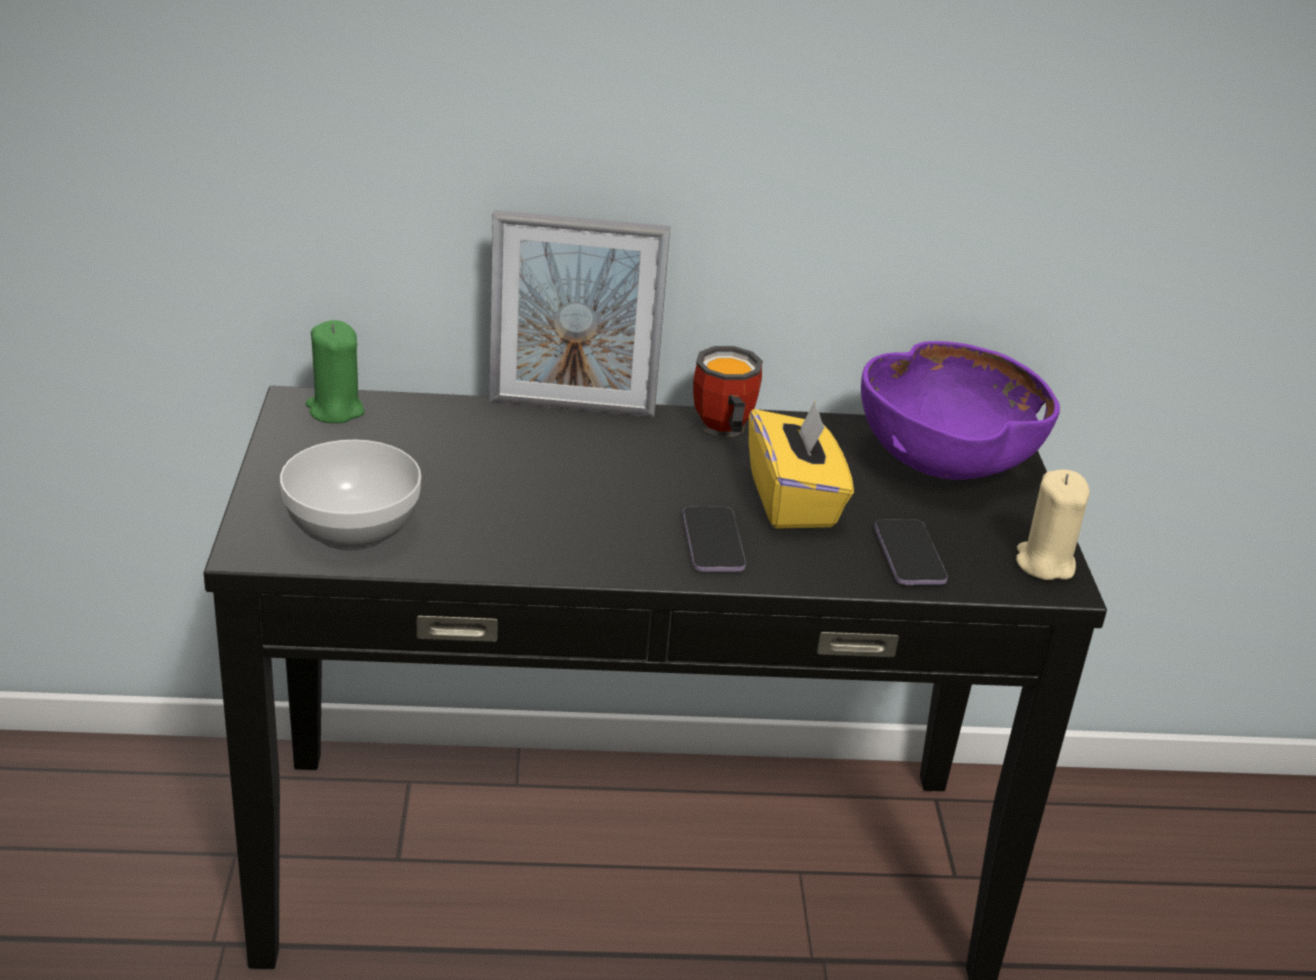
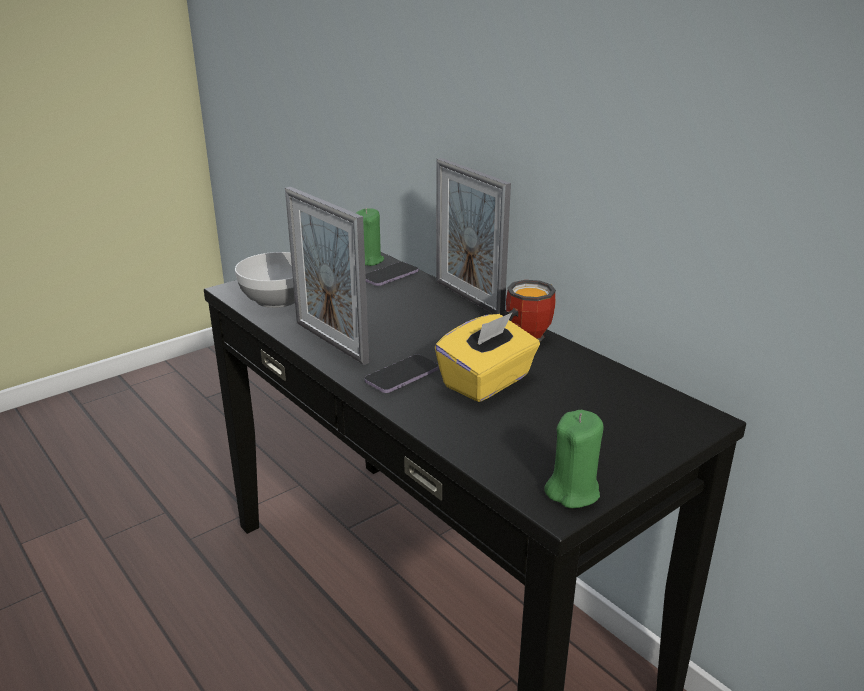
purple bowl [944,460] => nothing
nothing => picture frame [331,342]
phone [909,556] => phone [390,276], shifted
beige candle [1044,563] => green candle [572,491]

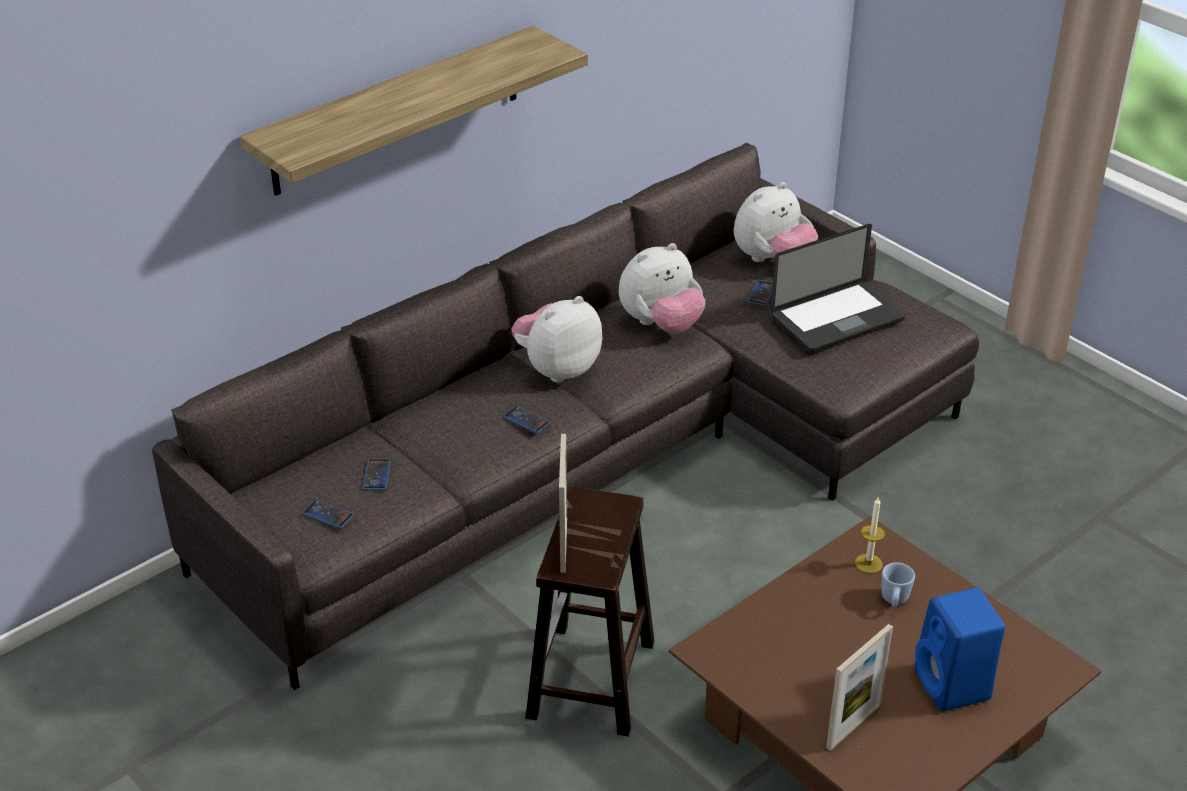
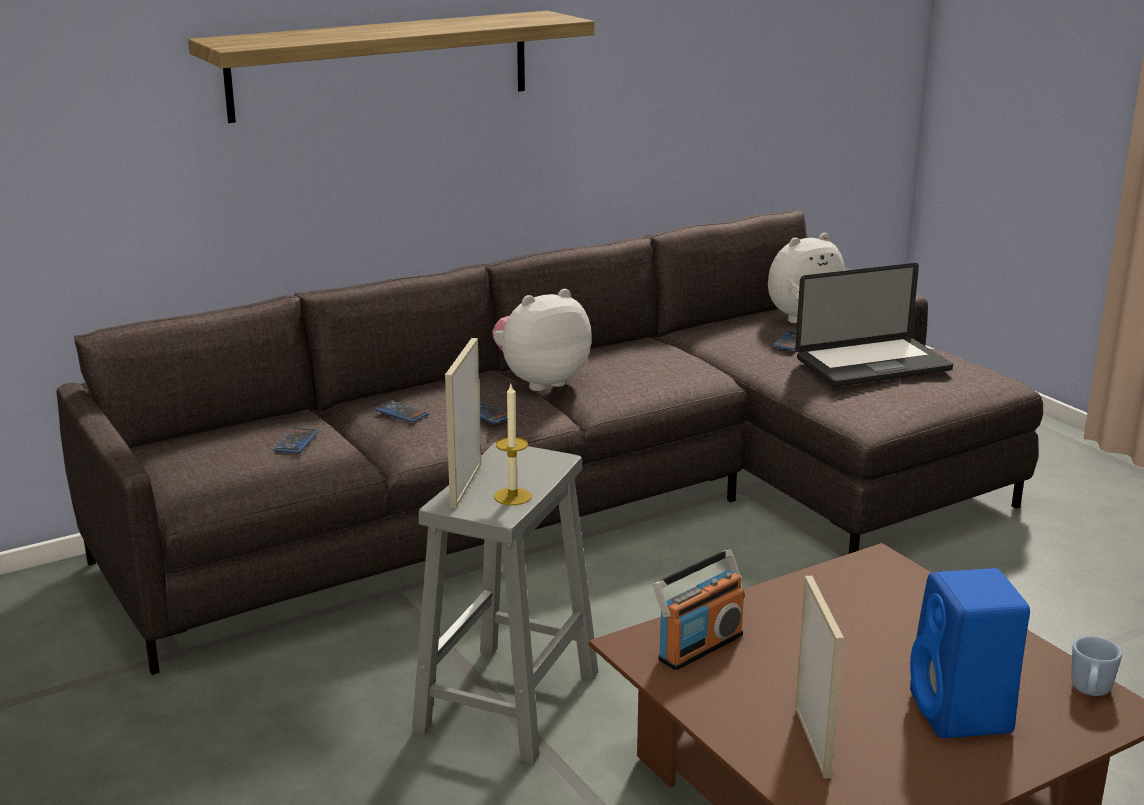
plush toy [661,324] => nothing
nothing => radio [699,647]
phone [328,515] => phone [401,412], shifted
candle [868,563] => candle [512,496], shifted
blue mug [894,601] => blue mug [1090,692], shifted
brown stool [591,681] => grey stool [507,703]
picture frame [853,726] => picture frame [812,742], 60 degrees counterclockwise

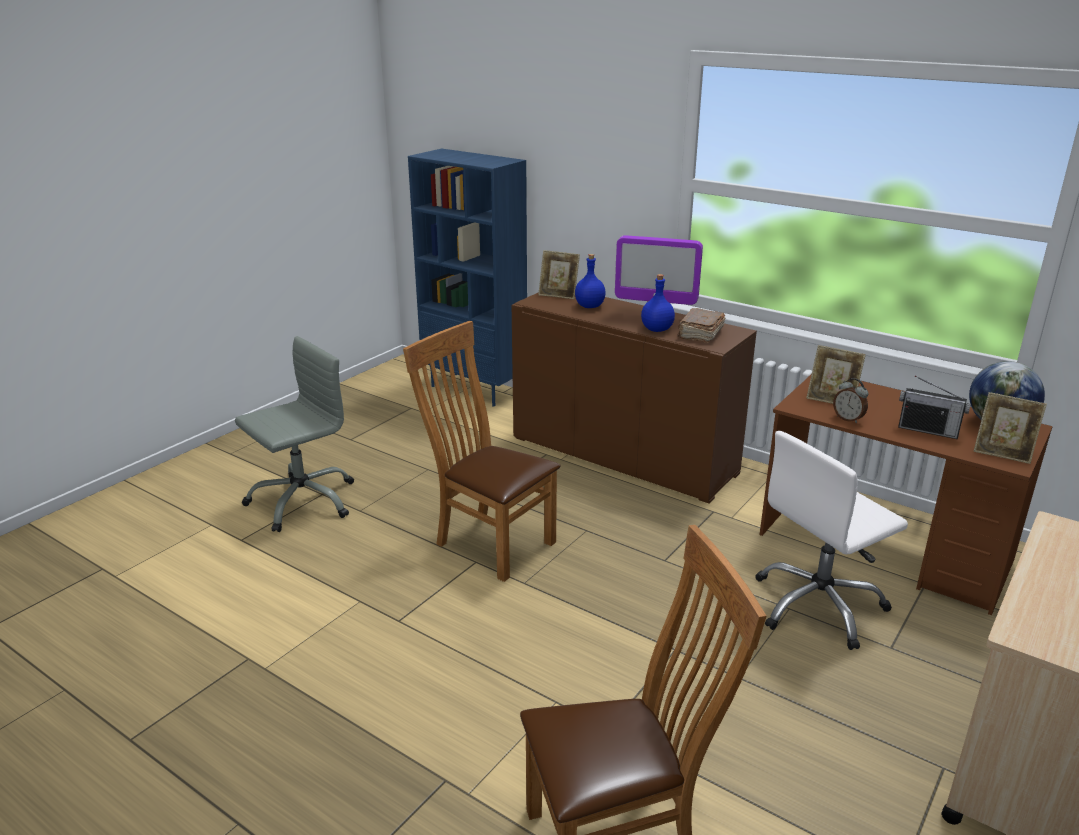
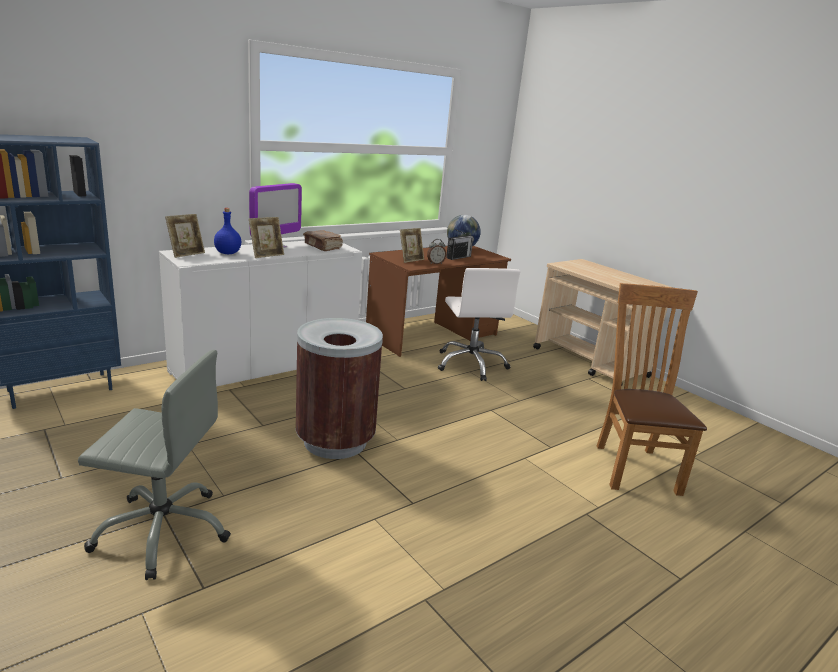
blue bottle [656,329] => nothing
picture frame [1002,454] => picture frame [266,255], shifted
brown chair [489,542] => brown trash can [335,441]
brown cabinet [622,455] => white cabinet [266,365]
grey office chair [302,501] => grey office chair [163,530], 120 degrees clockwise

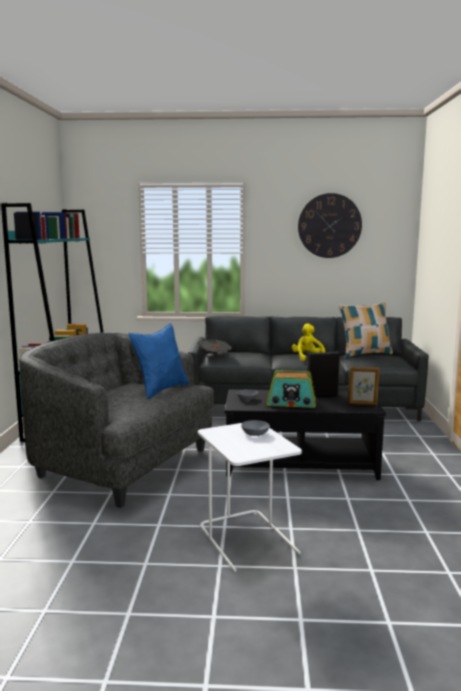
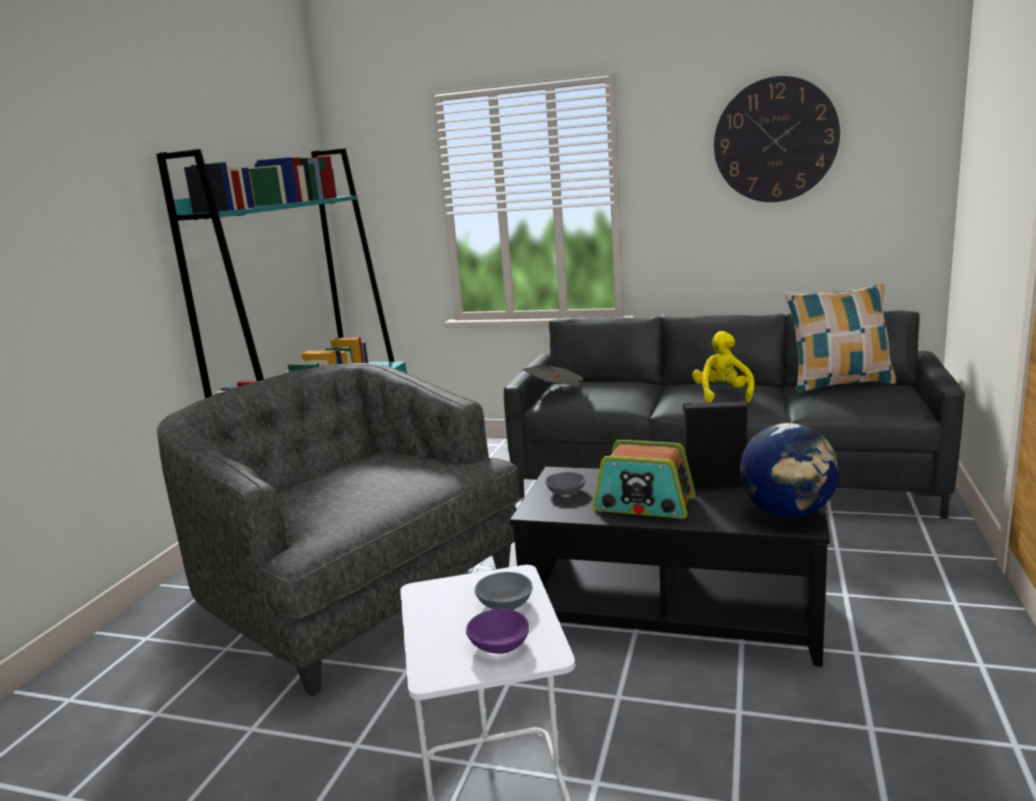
blue pillow [161,390] => nothing
nothing => purple bowl [501,644]
picture frame [362,404] => globe [788,512]

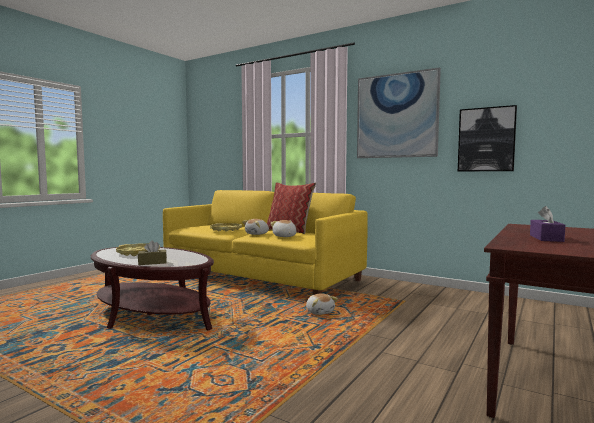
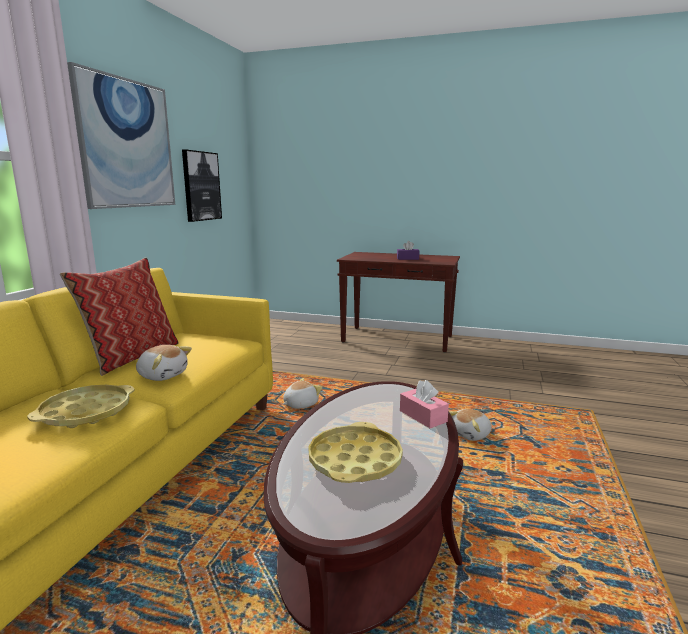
plush toy [284,236] => plush toy [471,434], shifted
brown tissue box [152,262] => pink tissue box [423,416]

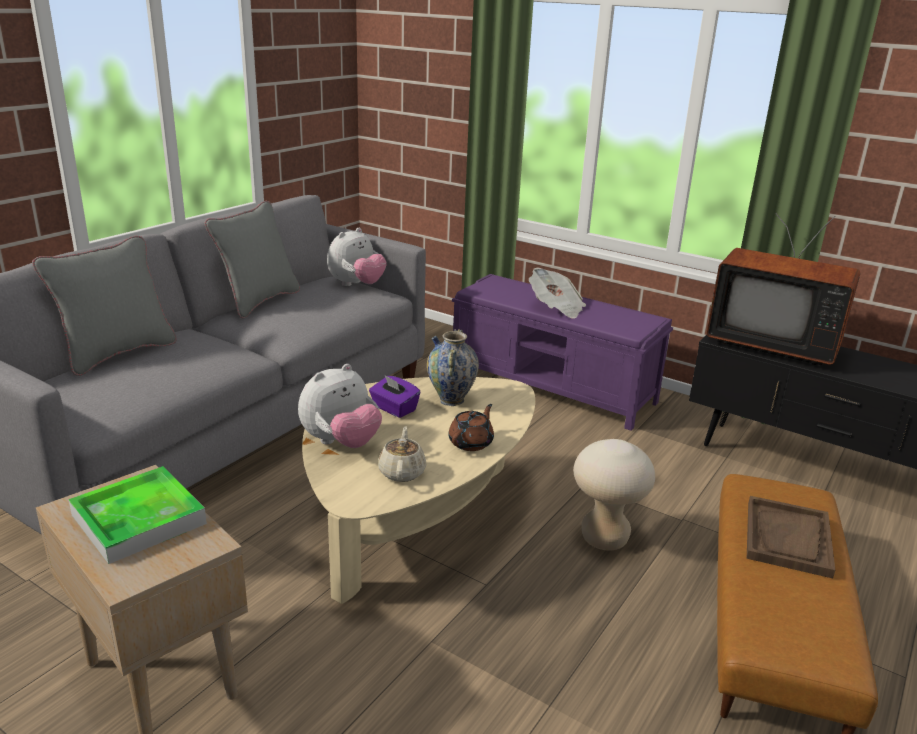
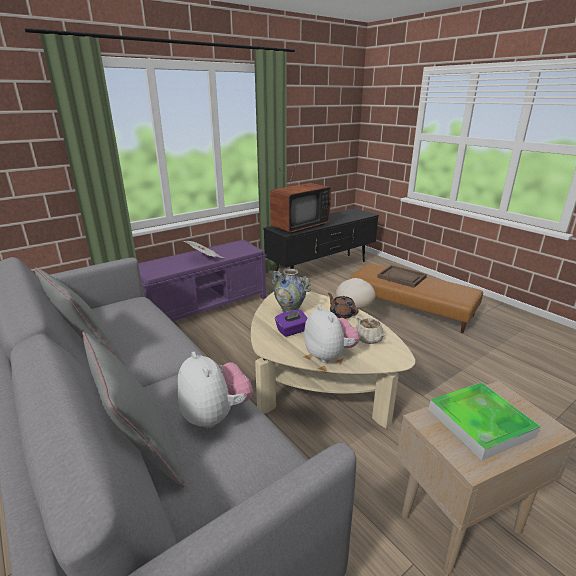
plush toy [356,285] => plush toy [215,415], shifted
beige teapot [402,472] => beige teapot [368,339], 135 degrees counterclockwise

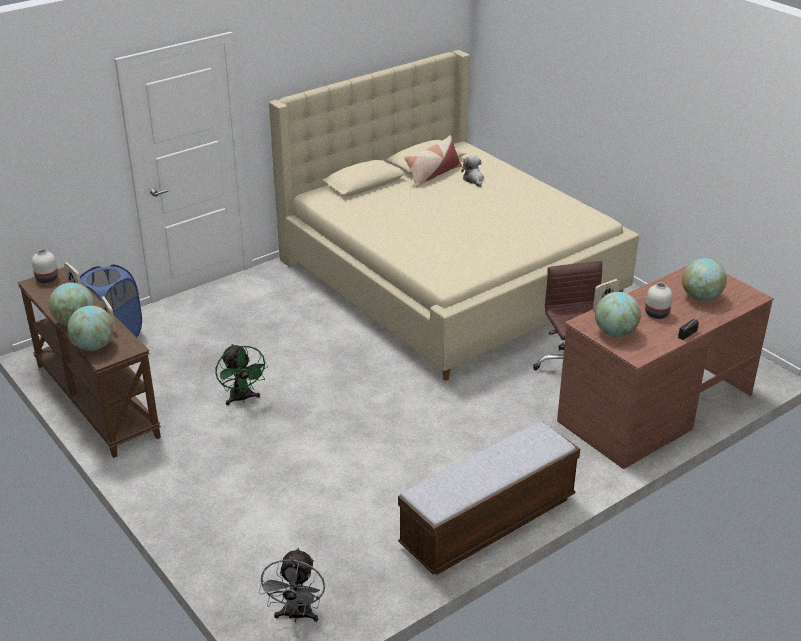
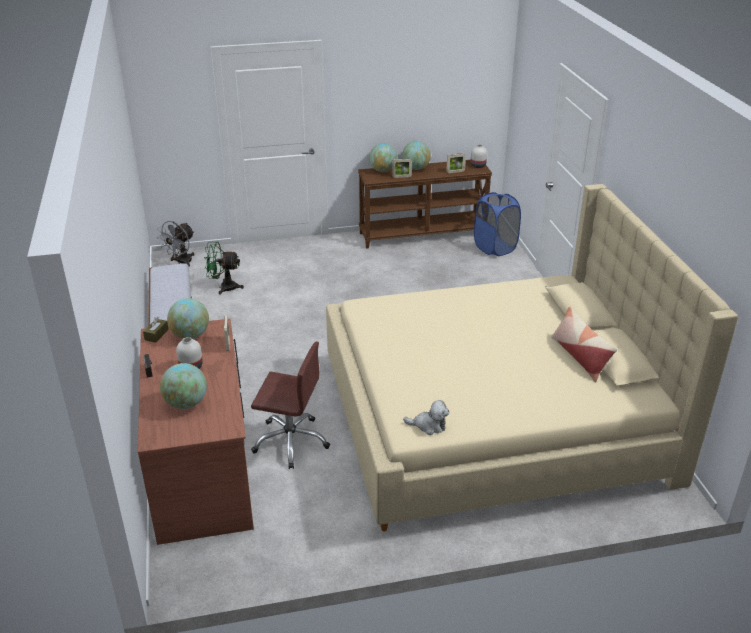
nothing => brown tissue box [156,334]
green fan [242,399] => green fan [224,287], shifted
plush toy [473,179] => plush toy [428,425], shifted
grey fan [296,615] => grey fan [181,262], 90 degrees counterclockwise

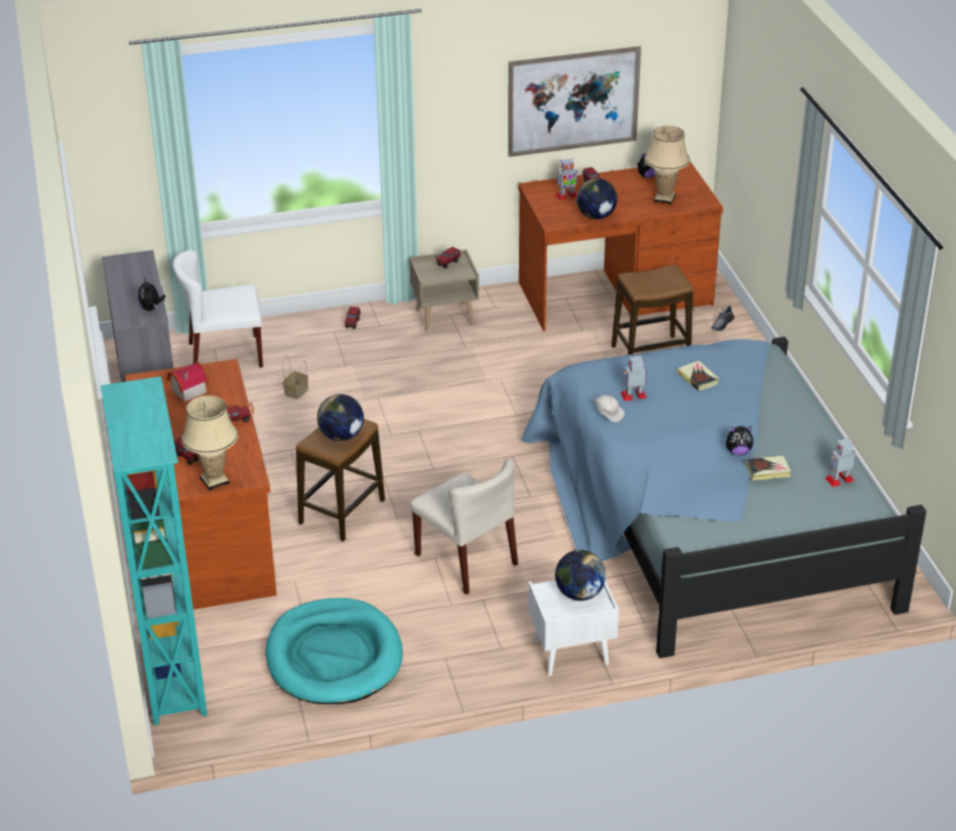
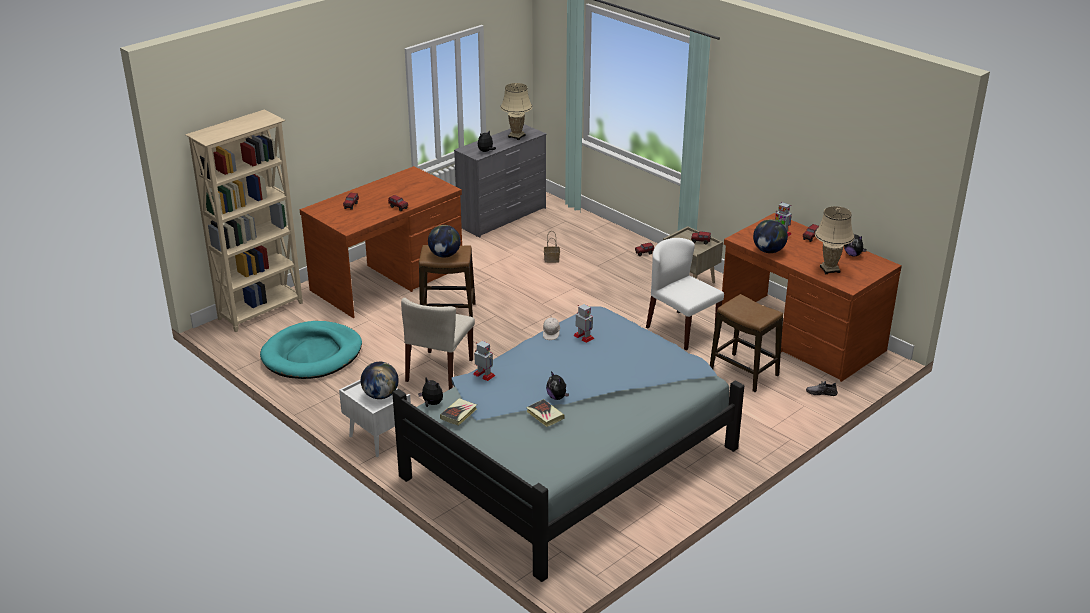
toy house [187,391] => nothing
picture [573,101] => nothing
nothing => plush toy [431,404]
white chair [224,355] => white chair [681,330], shifted
beige table lamp [215,481] => beige table lamp [516,136], shifted
book [697,378] => book [458,414], shifted
toy robot [839,479] => toy robot [484,375], shifted
turquoise bookcase [174,675] => beige bookcase [262,311]

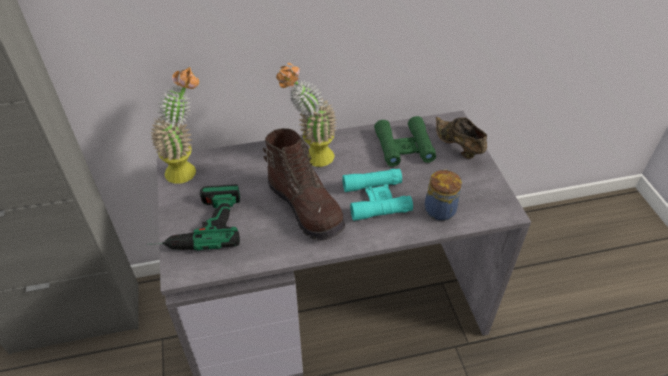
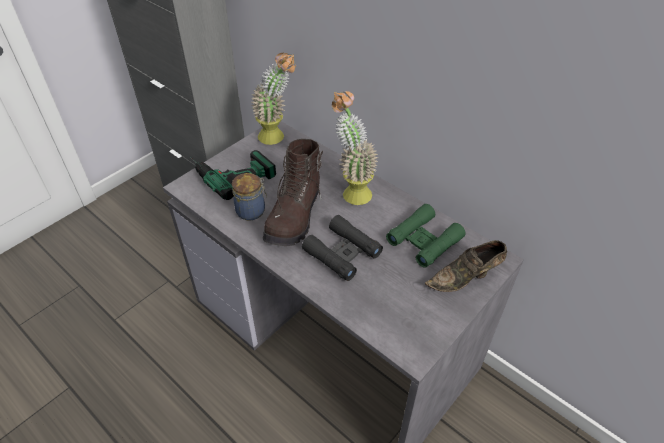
jar [440,209] => jar [252,211], shifted
turquoise binoculars [376,199] => black binoculars [342,253]
brown shoe [458,146] => brown shoe [466,278], 135 degrees counterclockwise

